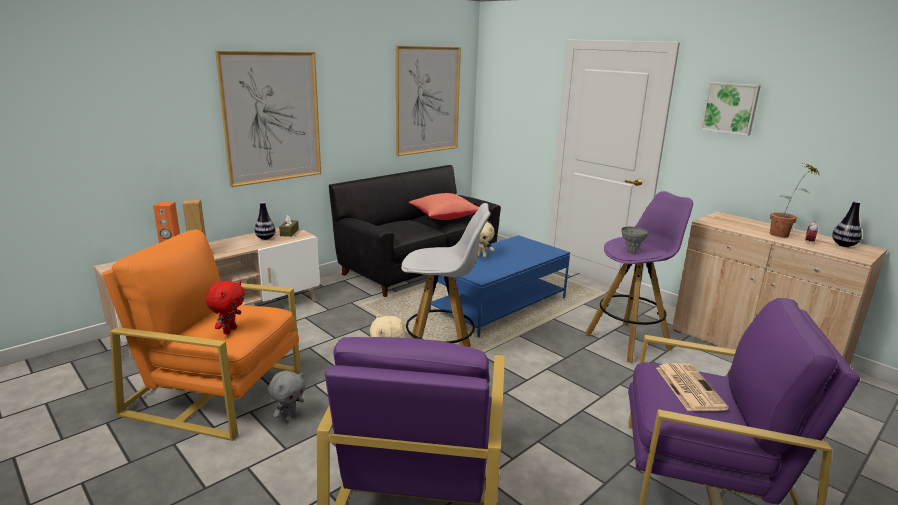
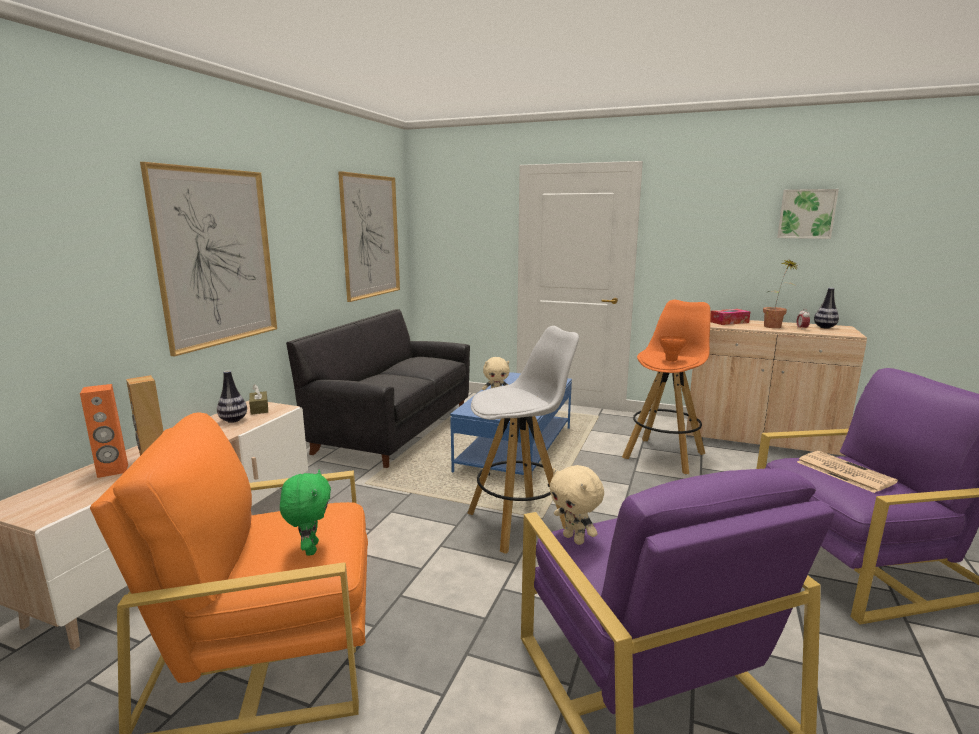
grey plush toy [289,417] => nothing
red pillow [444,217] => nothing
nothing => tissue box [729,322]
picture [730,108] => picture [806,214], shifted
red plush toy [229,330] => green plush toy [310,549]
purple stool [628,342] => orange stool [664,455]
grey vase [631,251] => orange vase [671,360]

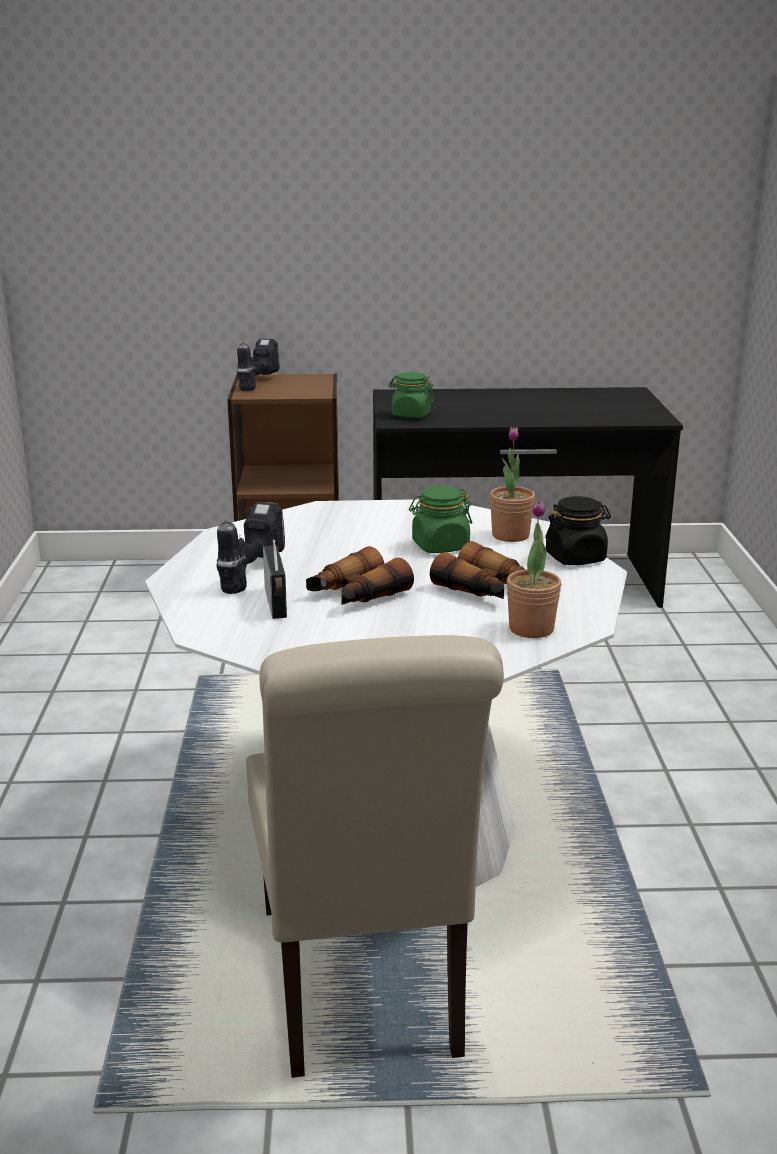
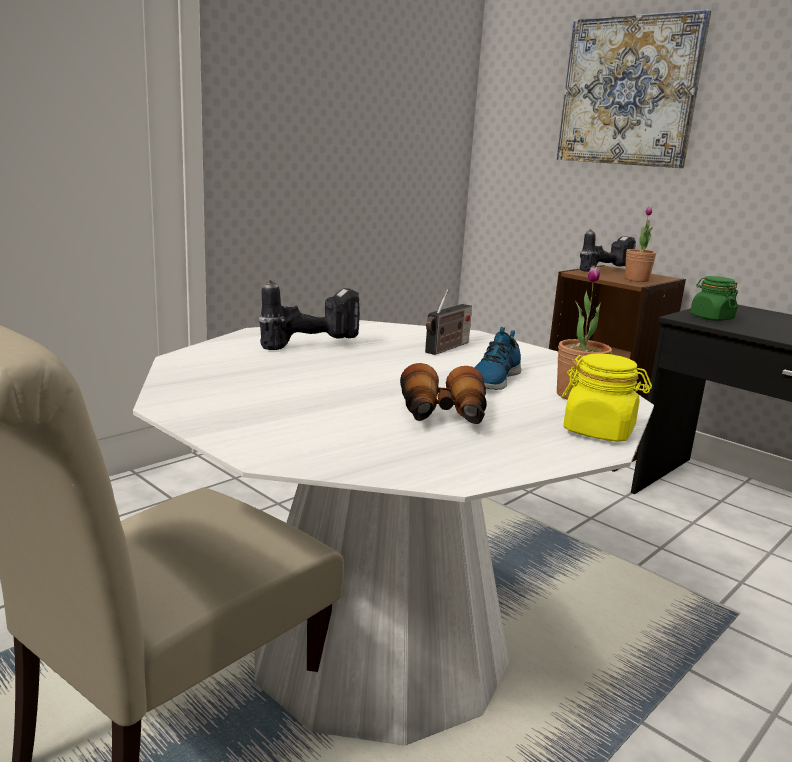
binoculars [356,595] => nothing
nothing => picture [629,91]
radio [277,604] => radio [446,348], shifted
potted plant [531,629] => potted plant [636,280], shifted
green jar [440,546] => shoe [492,380]
black jar [575,558] => yellow jar [599,431]

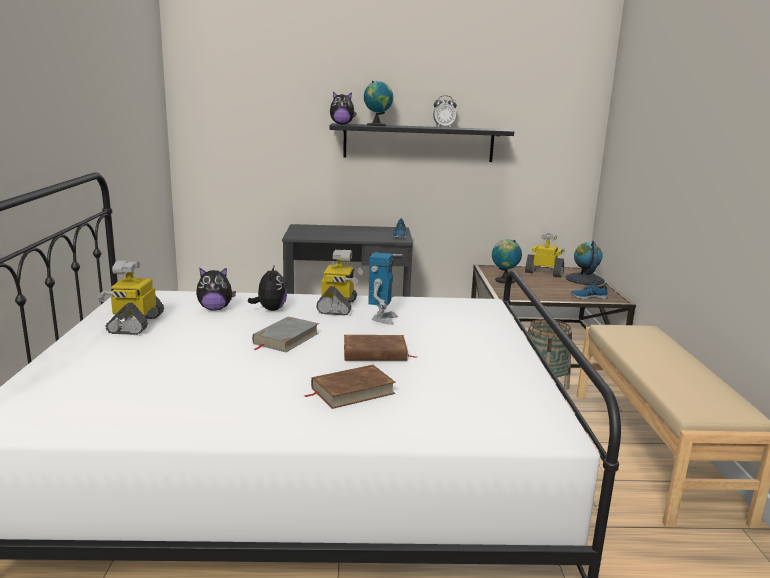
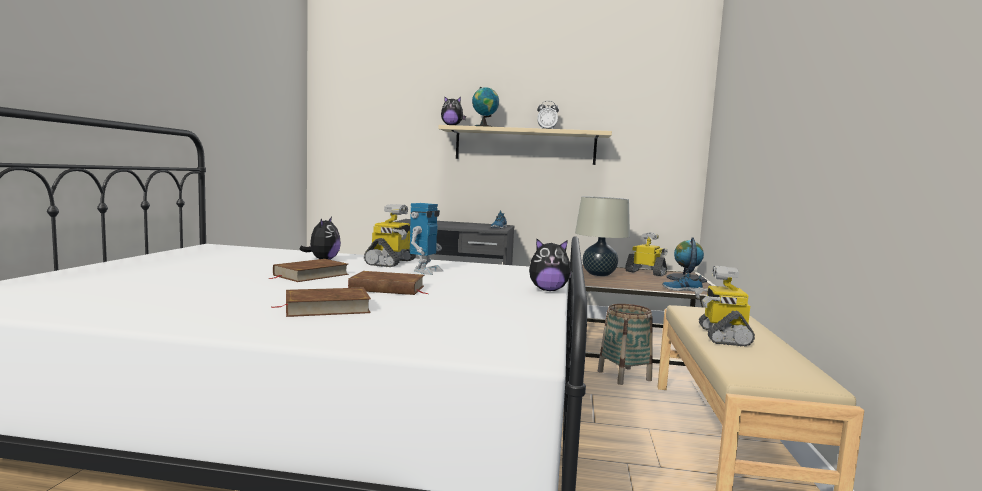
toy robot [135,324] => toy robot [722,336], shifted
plush toy [215,309] => plush toy [548,290], shifted
globe [503,280] => beige table lamp [599,274]
grey book [286,338] => brown book [310,275]
black shelf [418,143] => beige shelf [525,146]

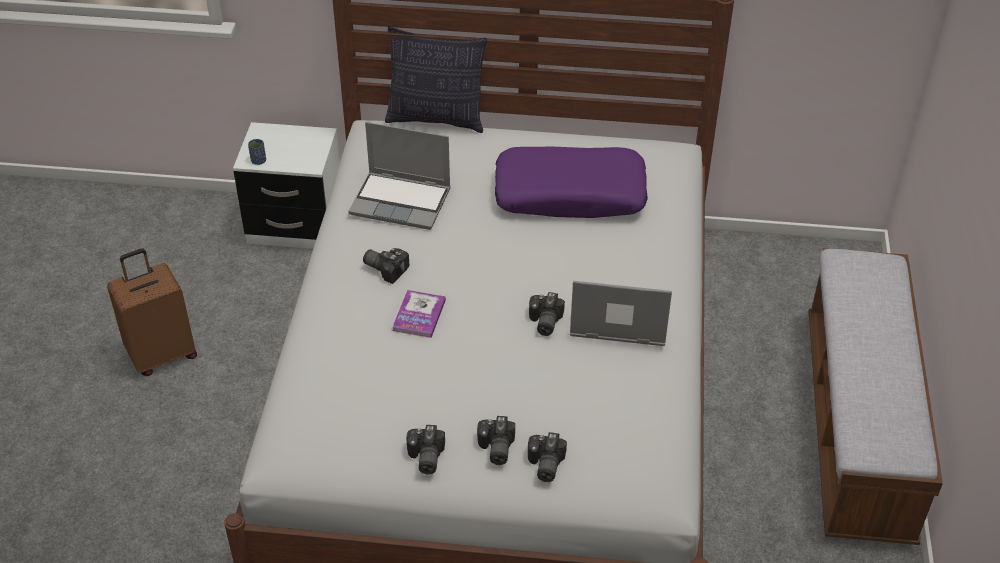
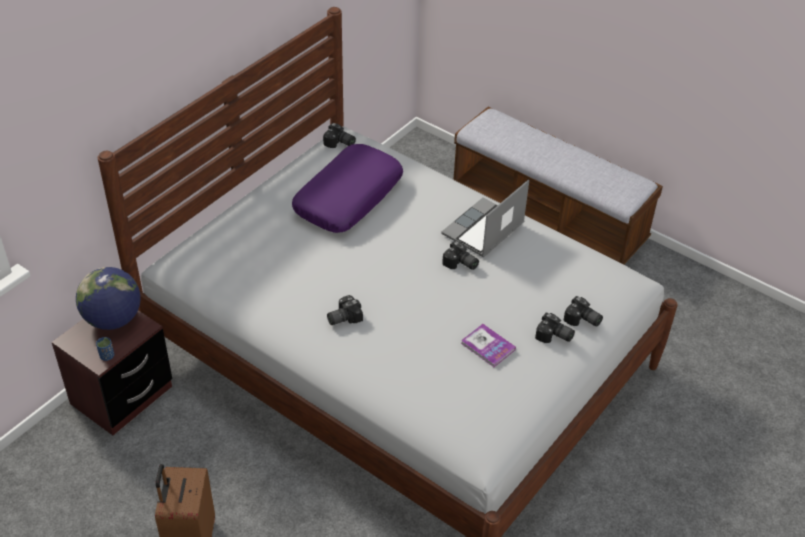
laptop [402,201] => nothing
pillow [436,119] => nothing
nothing => globe [113,319]
book [419,315] => book [488,346], shifted
photo camera [424,458] => photo camera [339,143], shifted
white nightstand [296,225] => brown nightstand [122,395]

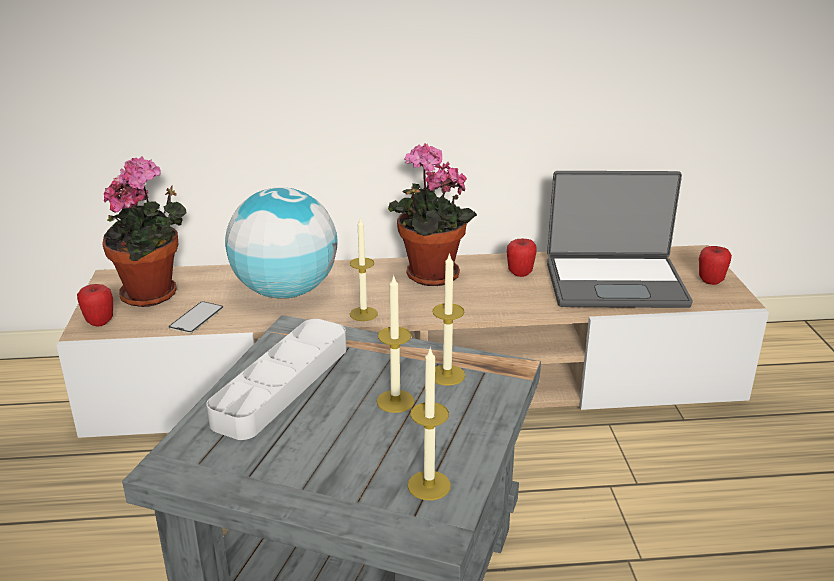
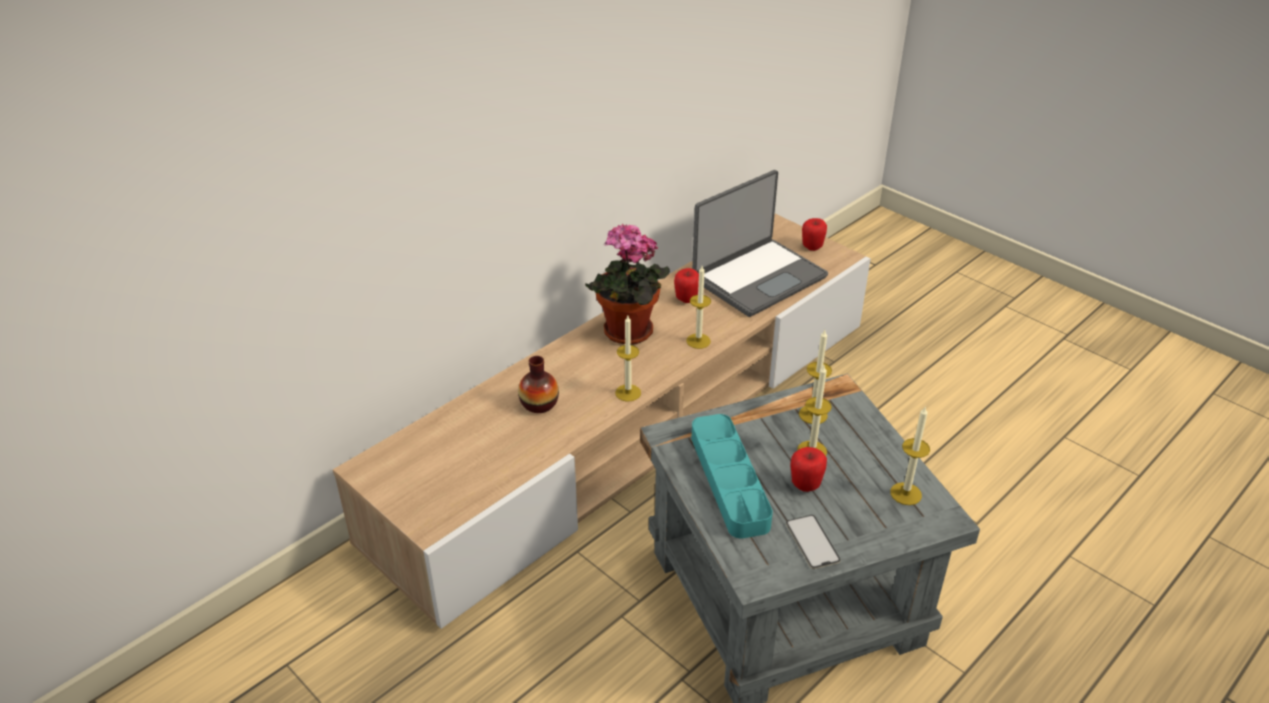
potted plant [154,294] => nothing
nothing => candle [698,341]
apple [100,322] => apple [805,485], shifted
phone [196,318] => phone [812,542], shifted
globe [285,292] => vase [539,404]
grey tray [282,384] => turquoise tray [729,480]

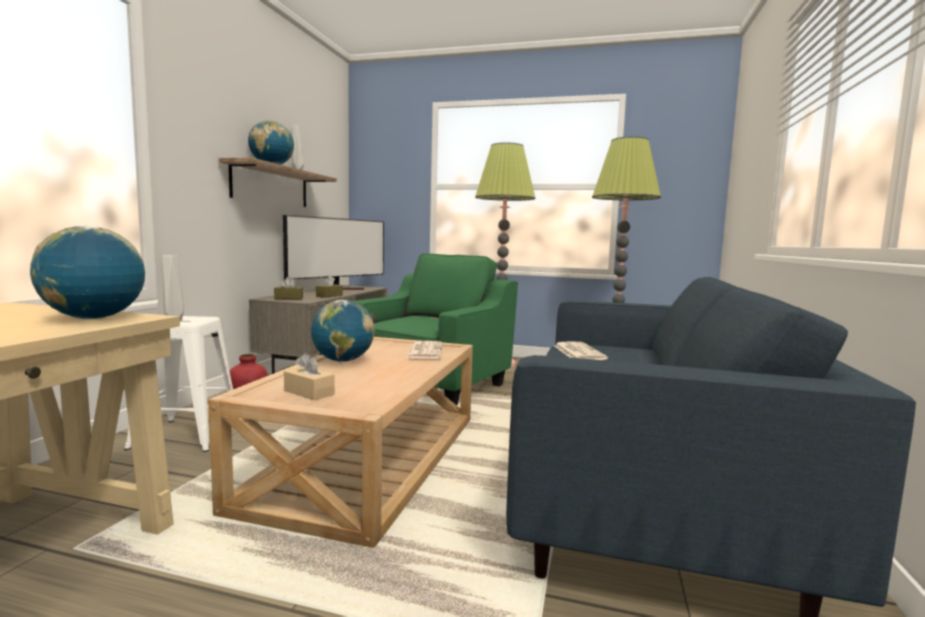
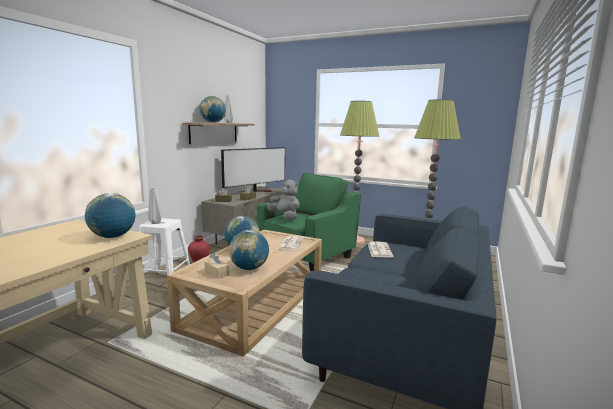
nothing => globe [249,268]
nothing => grey plush toy [285,217]

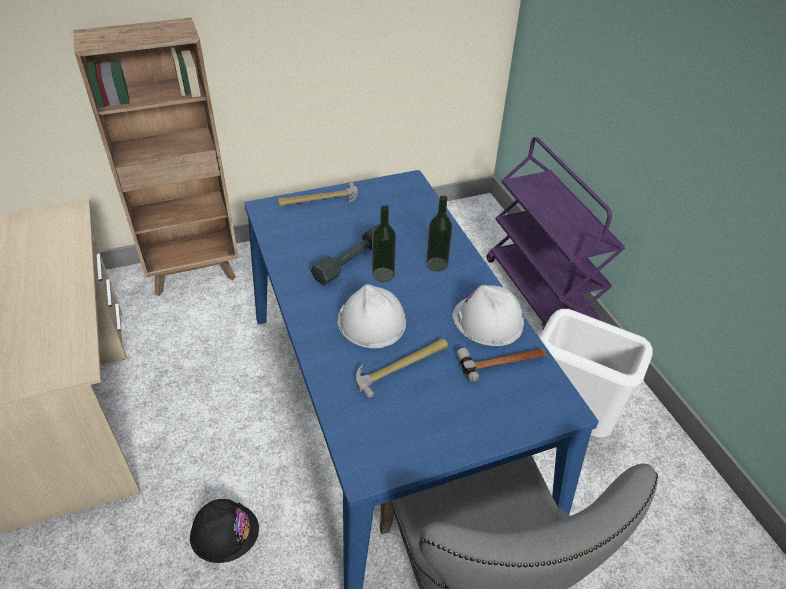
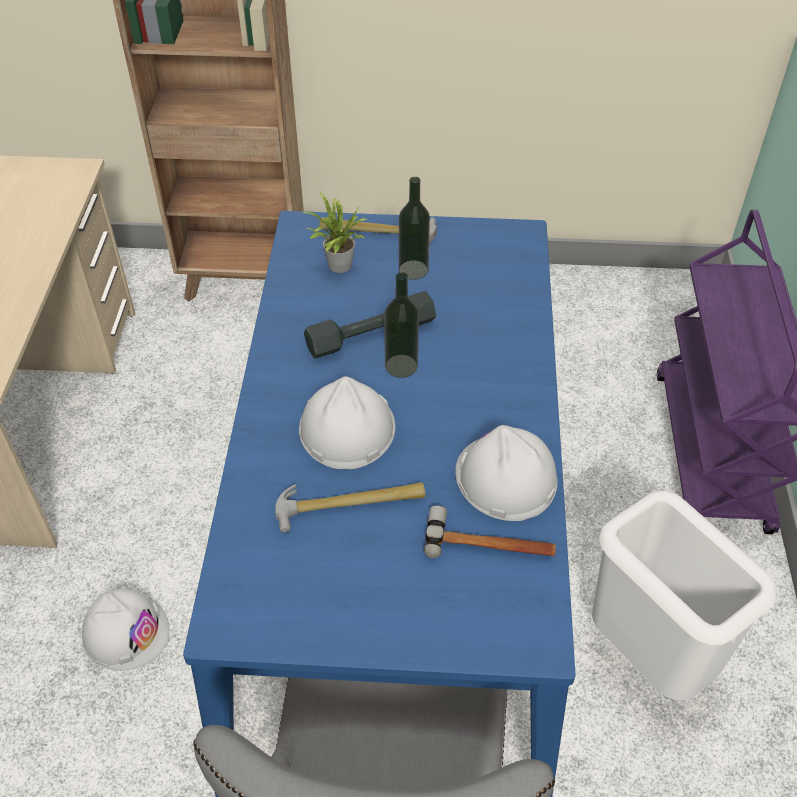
nothing => potted plant [337,266]
bottle [437,264] => bottle [413,270], shifted
black hard hat [224,532] => white hard hat [125,632]

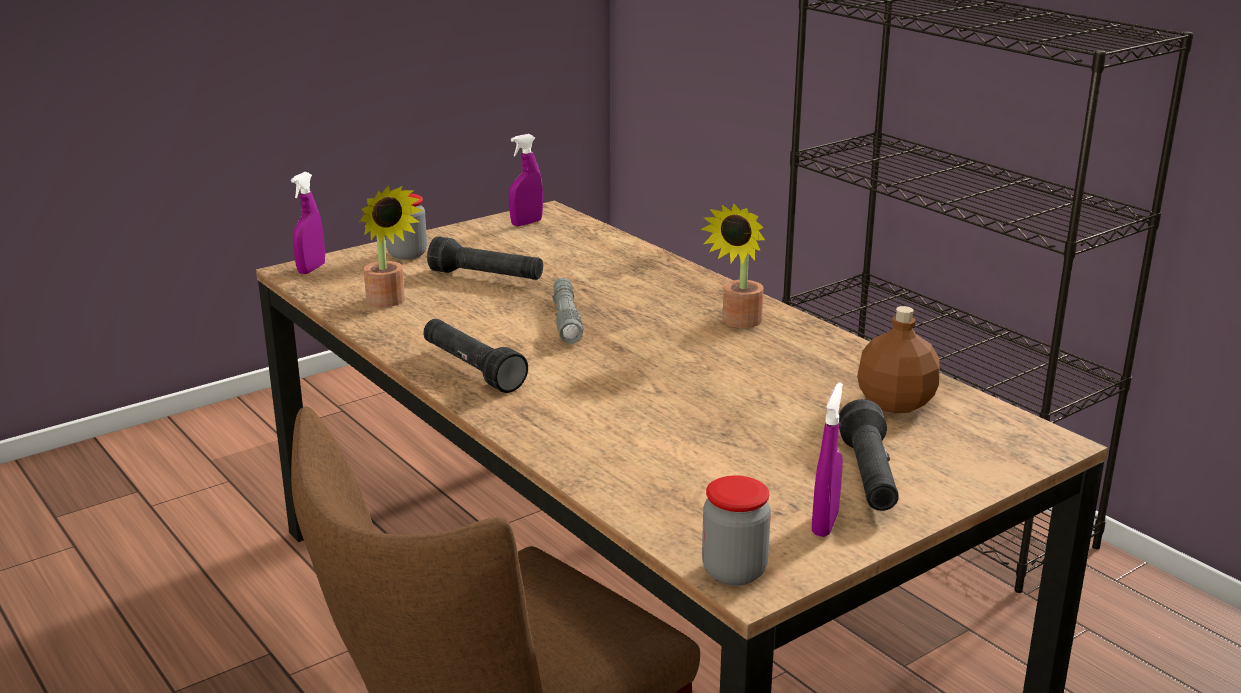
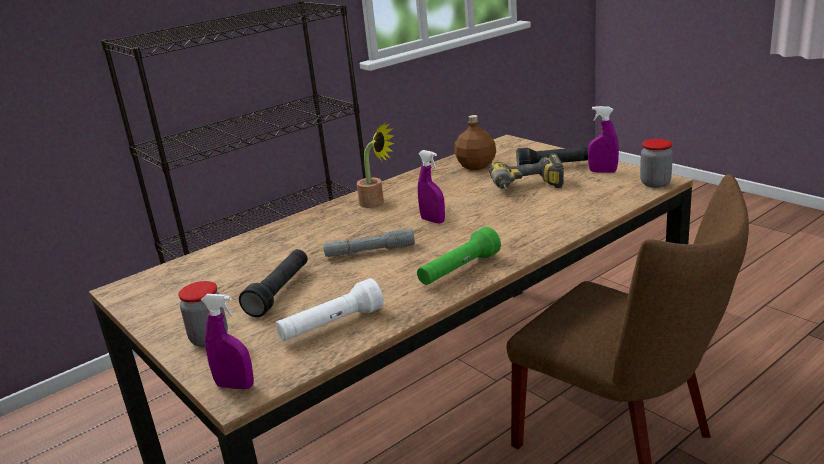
nothing => power drill [527,188]
purple spray bottle [526,223] => purple spray bottle [433,220], shifted
potted plant [388,302] => white flashlight [331,325]
black flashlight [472,369] => green flashlight [459,270]

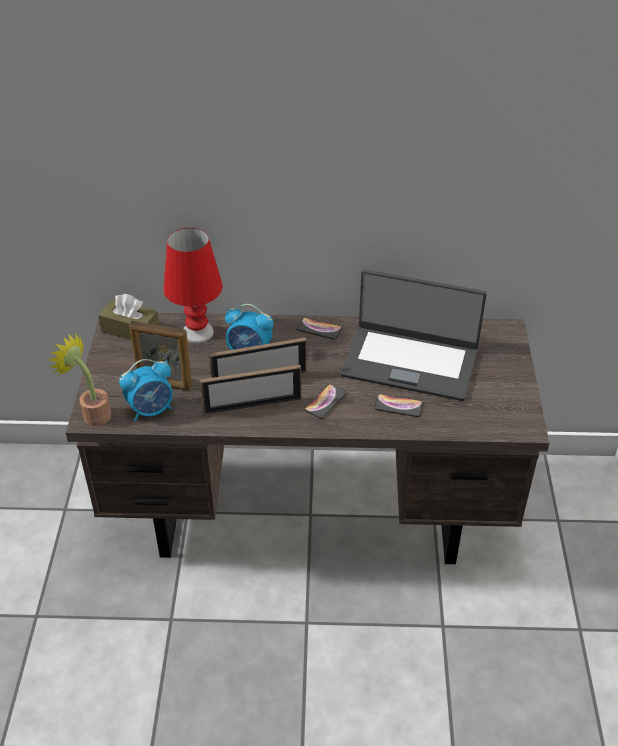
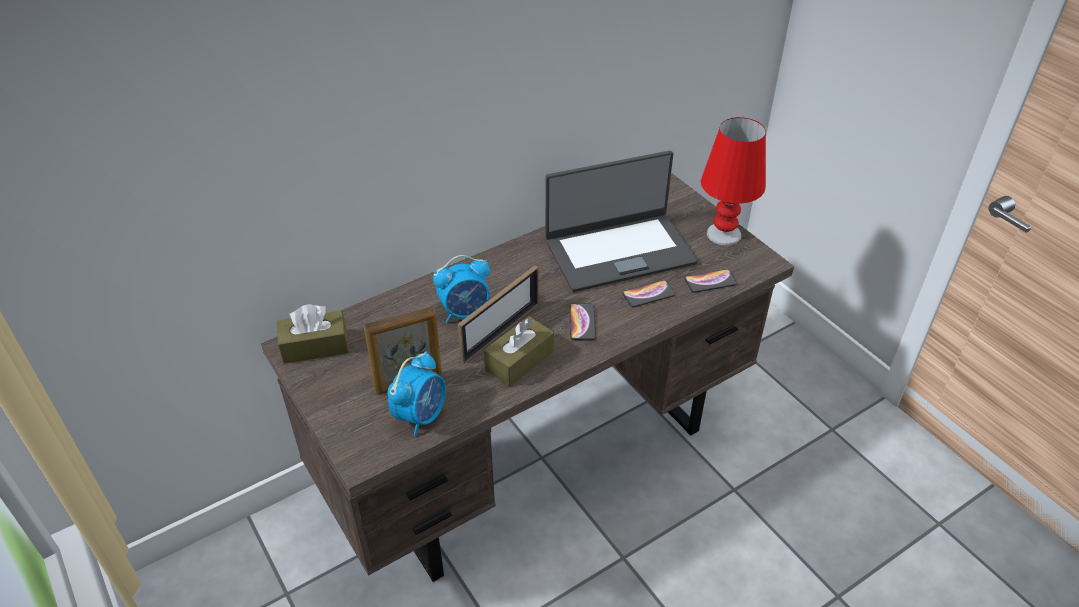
potted plant [92,413] => nothing
red table lamp [197,333] => red table lamp [724,234], shifted
phone [319,329] => phone [710,281], shifted
picture frame [252,406] => brown tissue box [519,360]

